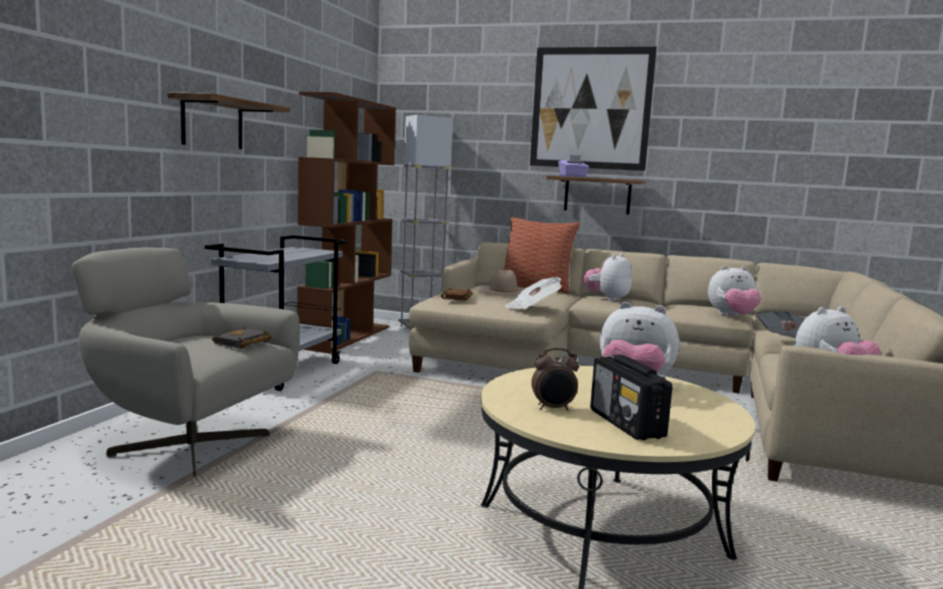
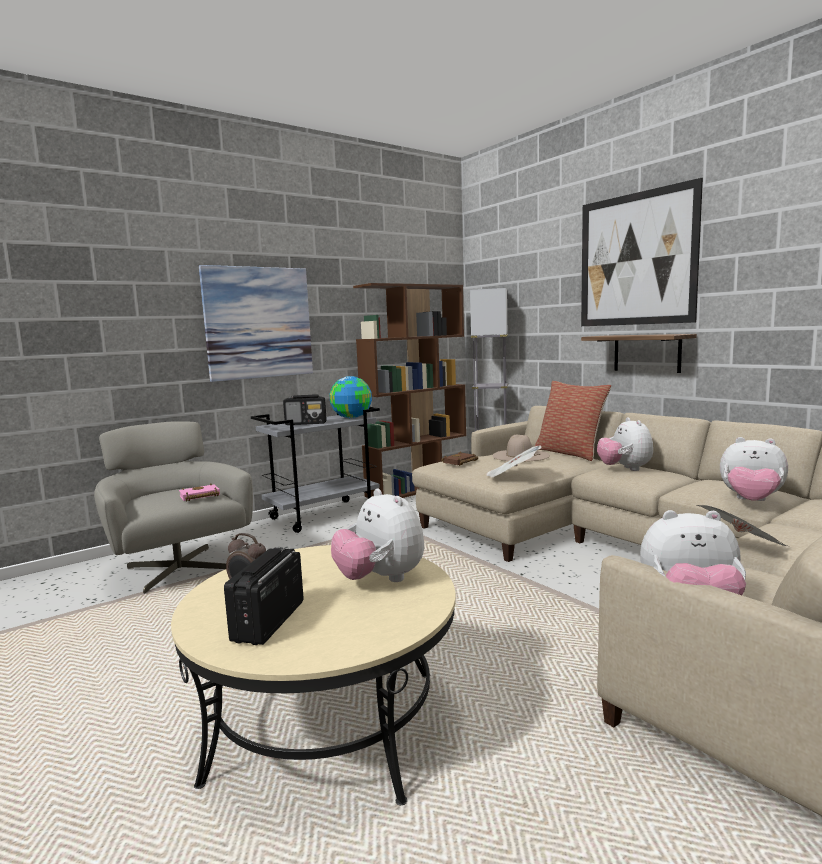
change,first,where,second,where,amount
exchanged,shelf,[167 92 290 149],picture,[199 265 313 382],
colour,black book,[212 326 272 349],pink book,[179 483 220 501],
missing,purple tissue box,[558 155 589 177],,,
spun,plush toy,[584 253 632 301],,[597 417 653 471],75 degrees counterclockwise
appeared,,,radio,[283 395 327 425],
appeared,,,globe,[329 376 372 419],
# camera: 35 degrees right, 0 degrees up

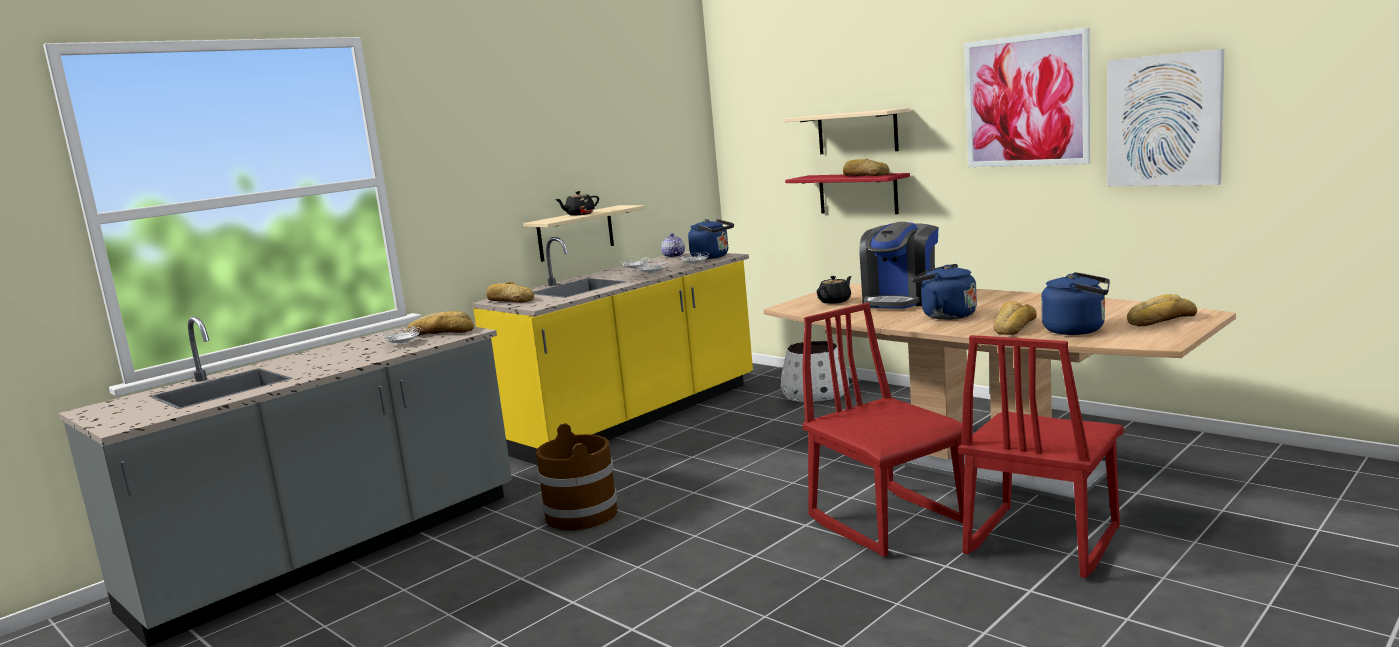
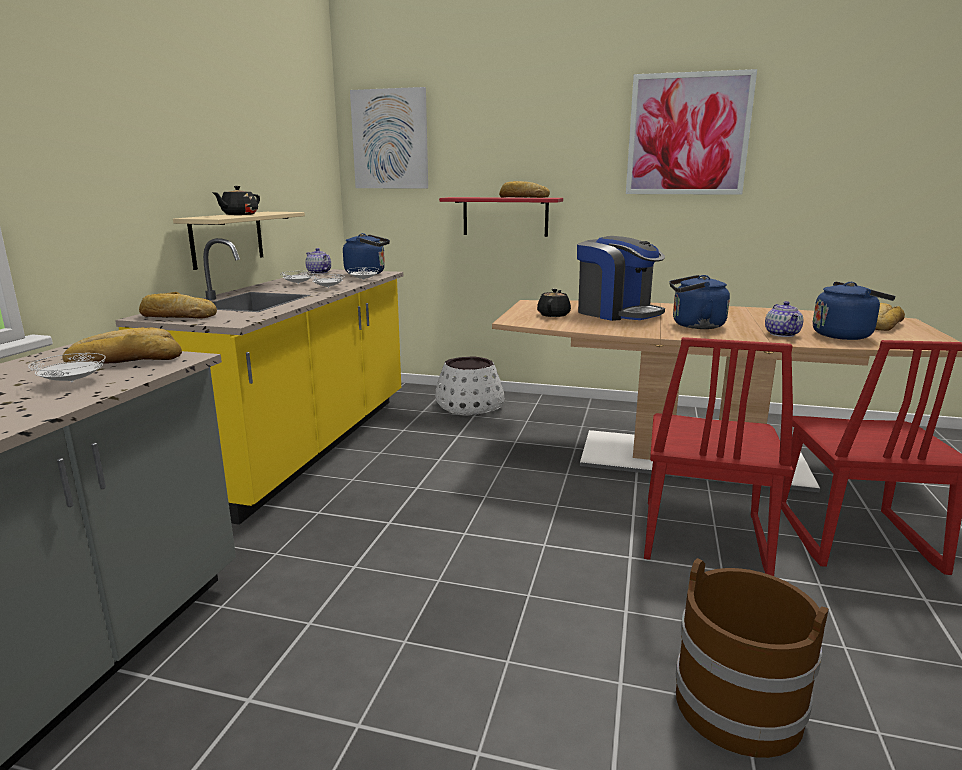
change,first,where,second,where,amount
relocated,brown bucket,[536 423 617 531],,[676 558 828 758],
missing,beige shelf,[783 108 910 154],,,
spun,red chair,[802 303 965 557],,[644 337 793 576],105 degrees counterclockwise
spun,coffee machine,[859 222 939 309],,[577 236 665 321],45 degrees counterclockwise
exchanged,bread,[993 301 1037 335],teapot,[765 301 803 337],
relocated,picture,[1107 49 1224 186],,[350 87 428 188],
# camera: 30 degrees left, 5 degrees up

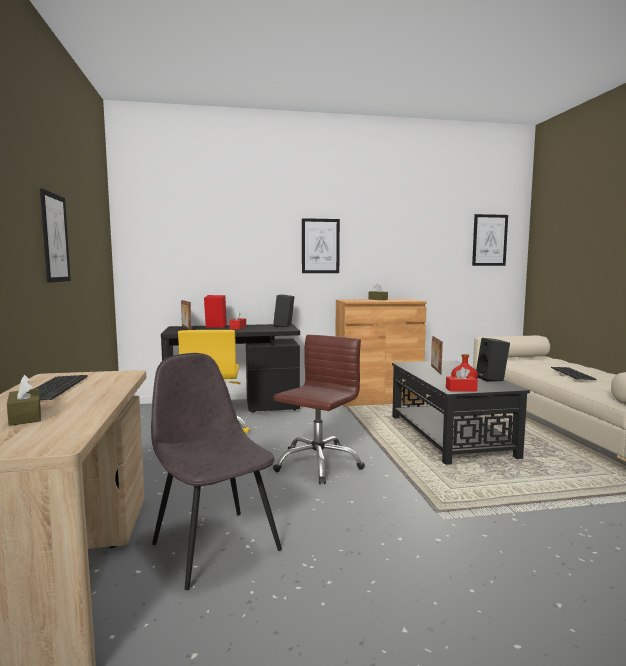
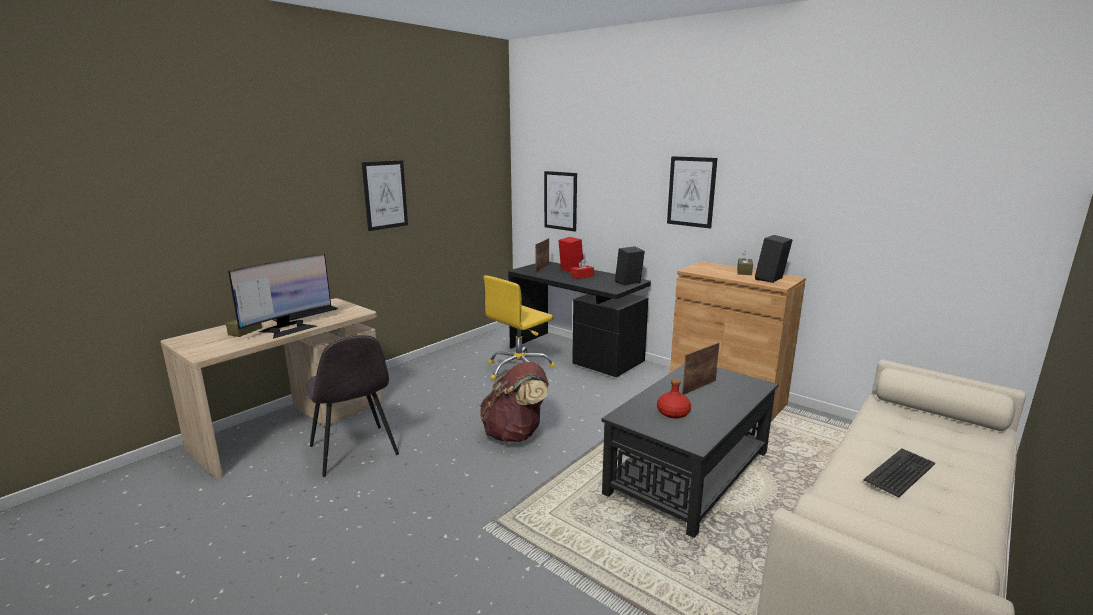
change,first,where,second,where,amount
spun,grey chair,[151 353 282 590],,[305 335 399 477],135 degrees clockwise
exchanged,brown office chair,[273 335 365 484],brown backpack,[480 361 549 442],
missing,red tissue box,[446 367 478 392],,,
relocated,picture,[472 214 508 266],,[544 171 577 232],
relocated,black speaker,[476 338 510 382],,[755 235 792 283],
appeared,,,monitor,[228 254 331 339],
# camera: 50 degrees right, 10 degrees up

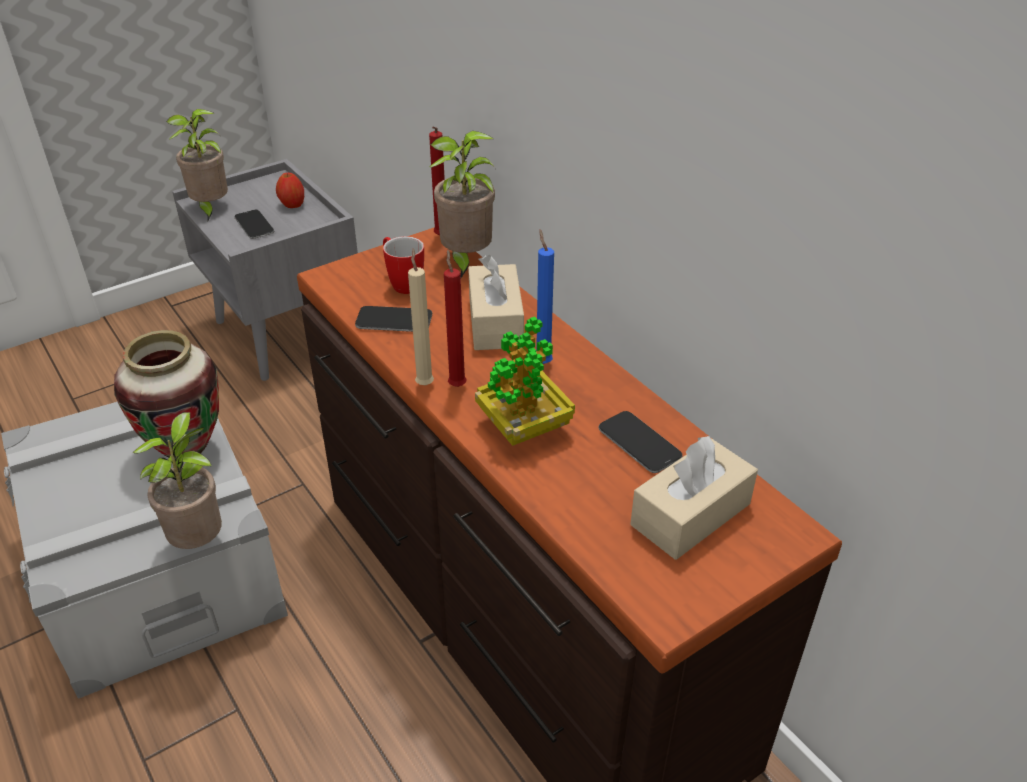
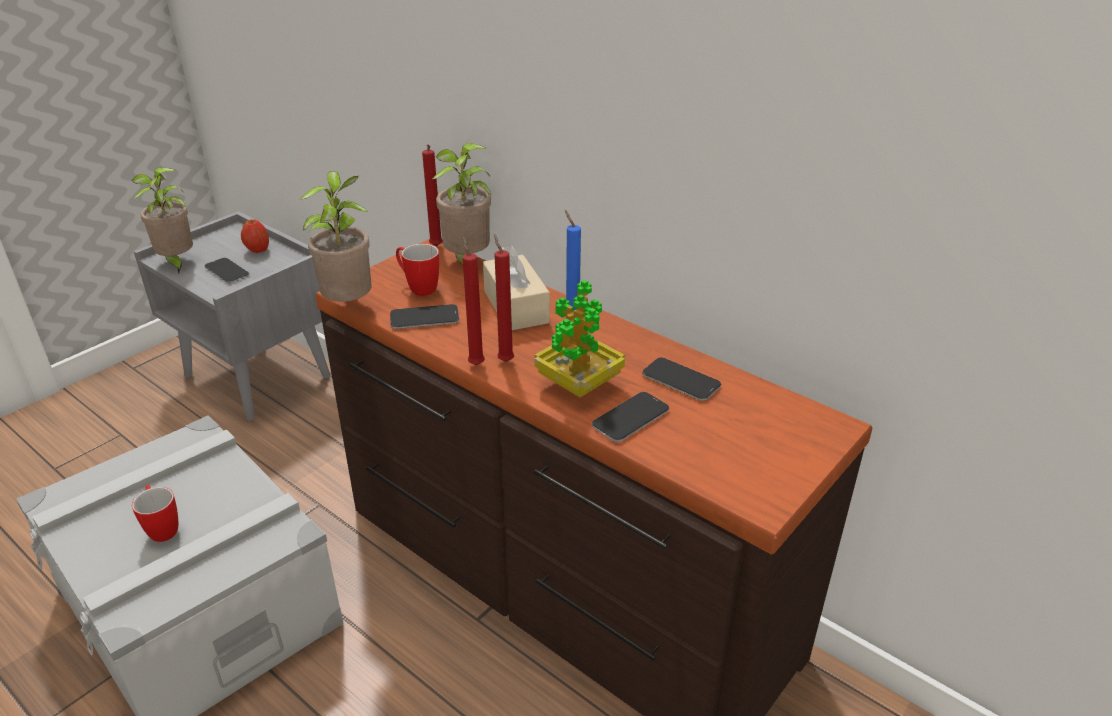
change,first,where,second,where,amount
missing,vase,[114 330 219 458],,,
relocated,potted plant,[133 412 222 549],,[299 171 372 302],
colour,beige candle,[408 248 434 385],red candle,[463 237 485 365],
missing,beige tissue box,[630 436 758 560],,,
appeared,,,mug,[132 485 178 542],
appeared,,,phone,[592 392 669 442],
# camera: 15 degrees left, 5 degrees down

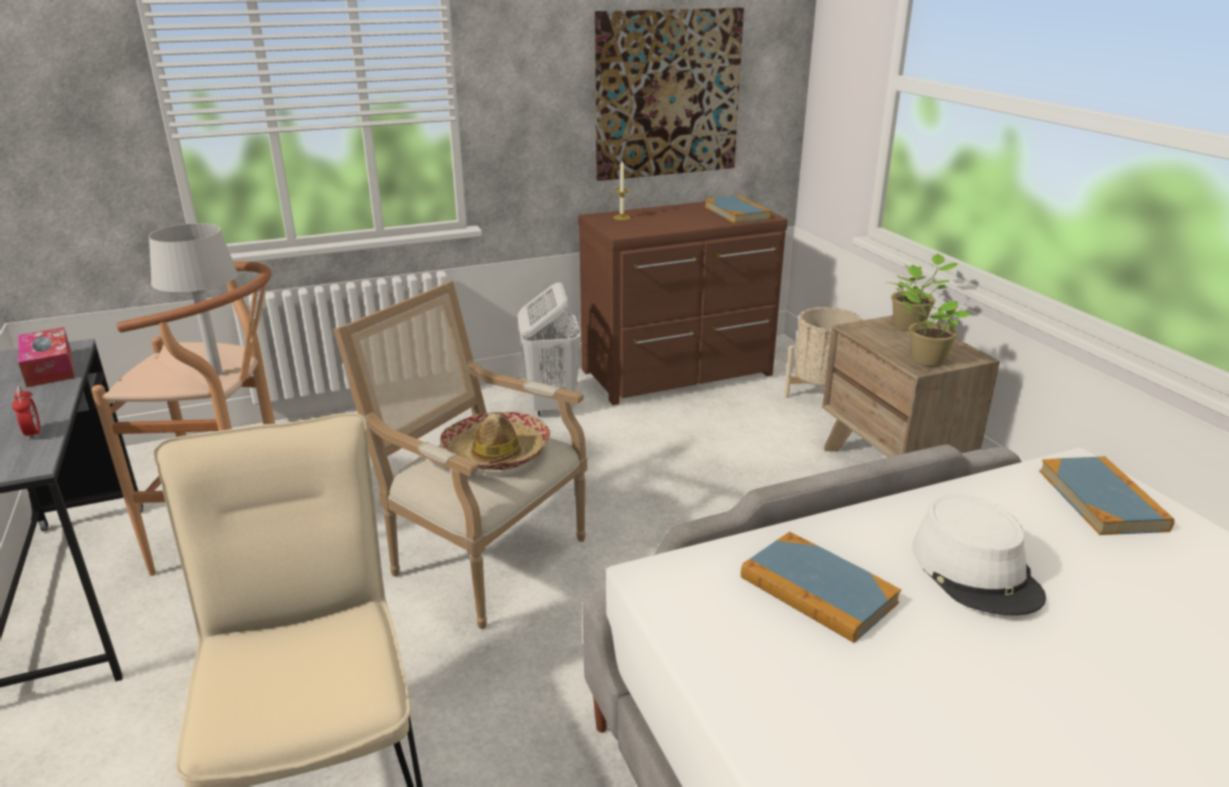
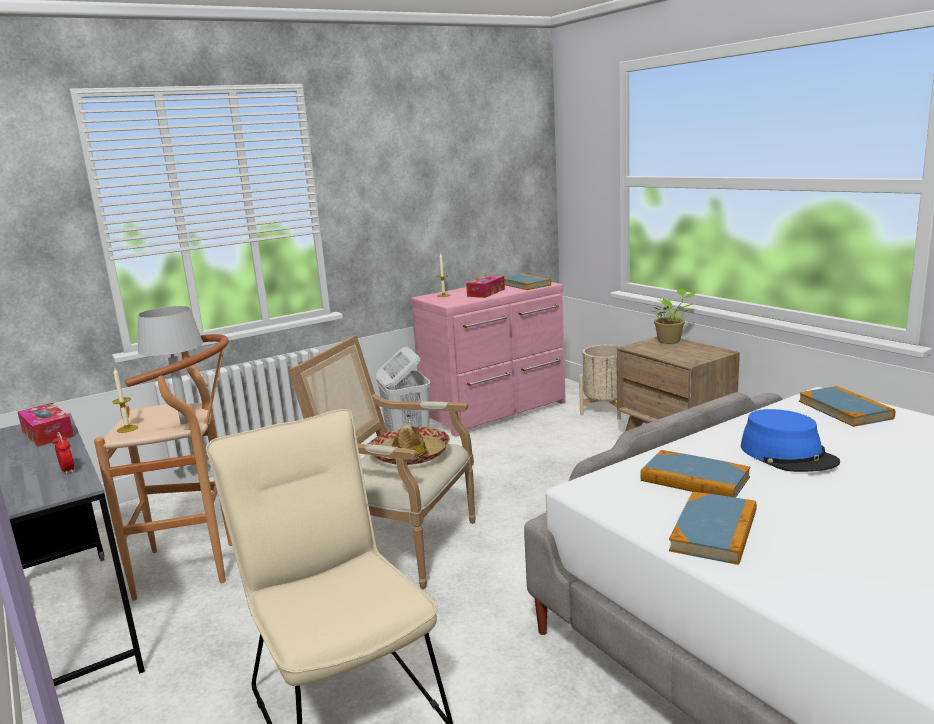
change,first,where,second,where,amount
colour,brown dresser,[578 201 787 405],pink dresser,[410 282 566 437],
missing,picture,[595 7 744 181],,,
missing,potted plant,[899 281 971 366],,,
colour,white hat,[912 494 1046 616],blue hat,[741 409 840 472],
appeared,,,candle,[112 367 138 433],
appeared,,,tissue box,[466 275 505 298],
appeared,,,book,[669 492 757 565],
# camera: 10 degrees left, 10 degrees down

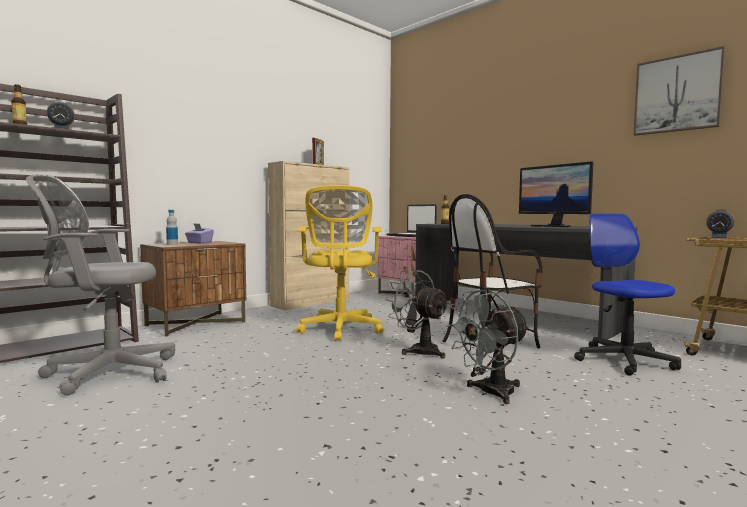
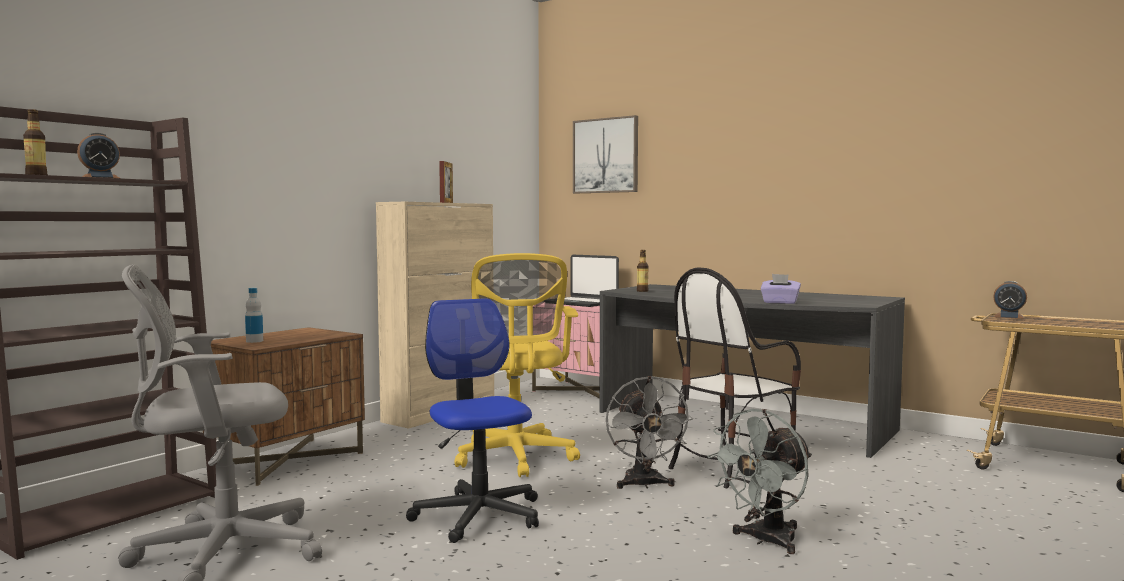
change,first,where,second,where,amount
relocated,purple tissue box,[185 223 214 244],,[761 274 801 304],
spun,grey fan,[385 270 450 359],,[606 376 693 489],135 degrees counterclockwise
missing,monitor,[519 161 593 227],,,
relocated,office chair,[574 213 681 376],,[406 298 539 543],
relocated,picture,[634 46 725 136],,[573 115 638 193],
# camera: 10 degrees left, 0 degrees up

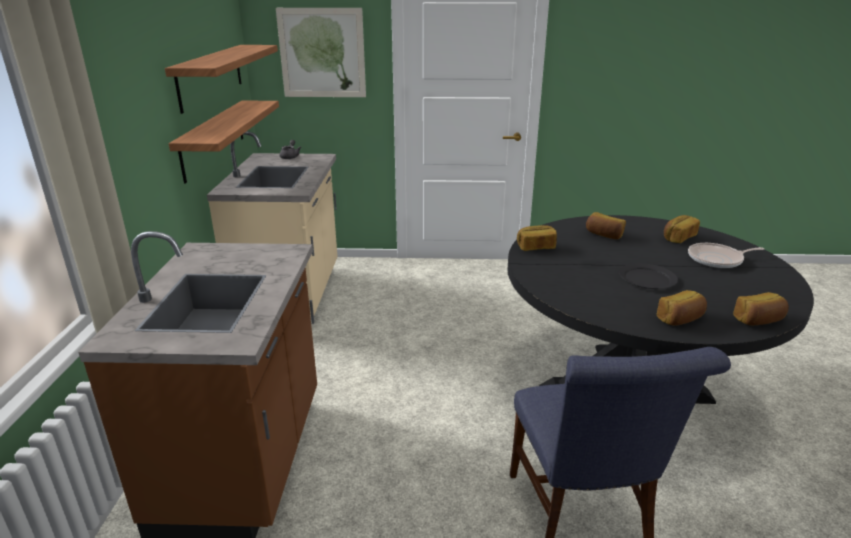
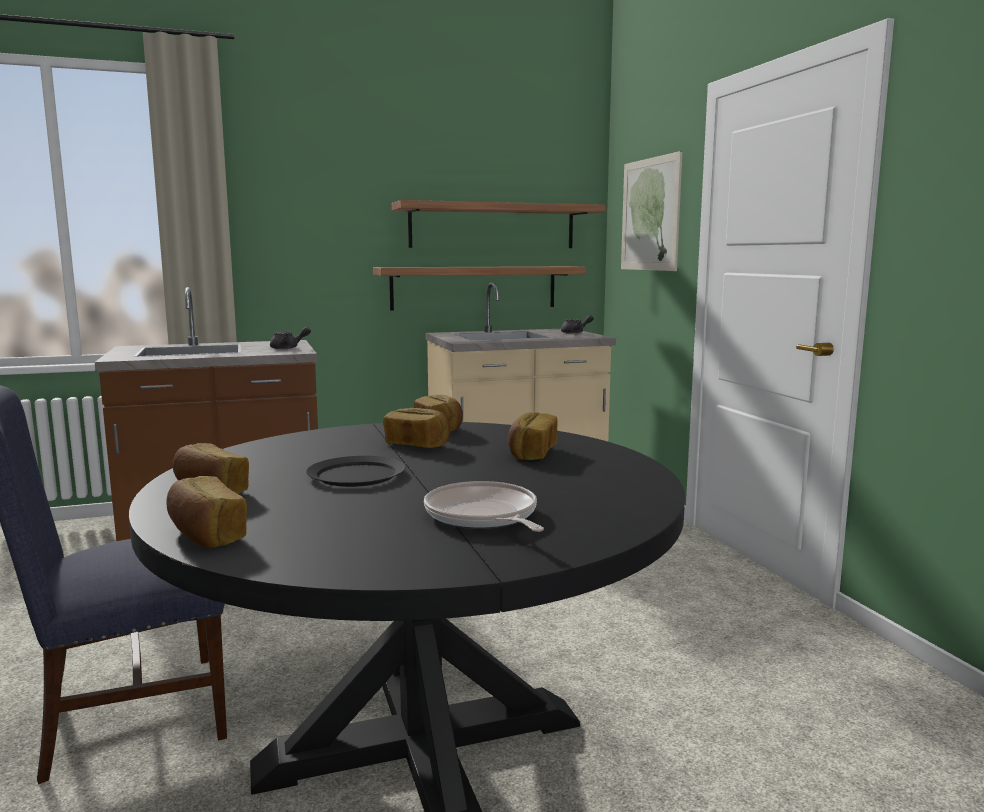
change,first,where,second,where,amount
relocated,bread,[664 215 700 243],,[383 408 451 448],
appeared,,,grey teapot,[270 327 311 349],
# camera: 70 degrees right, 15 degrees down

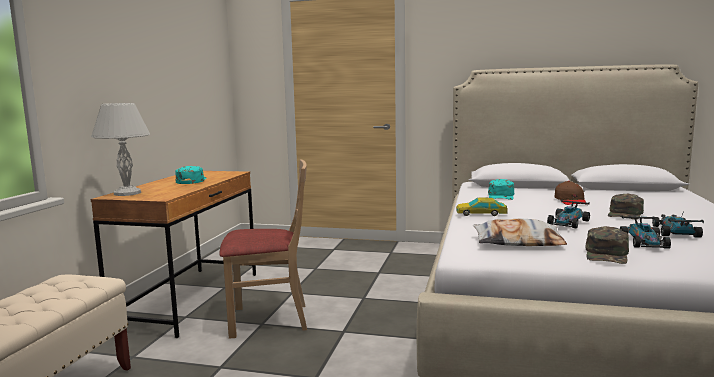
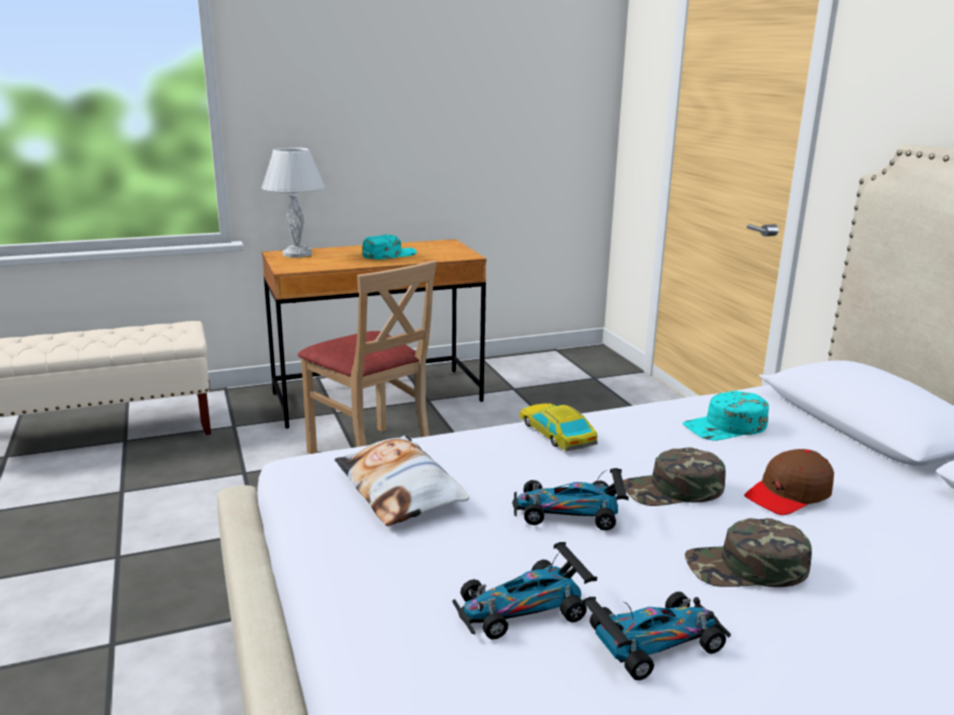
change,first,where,second,where,amount
relocated,green cap,[586 226 629 264],,[623 447 726 506],
# camera: 55 degrees right, 10 degrees up

